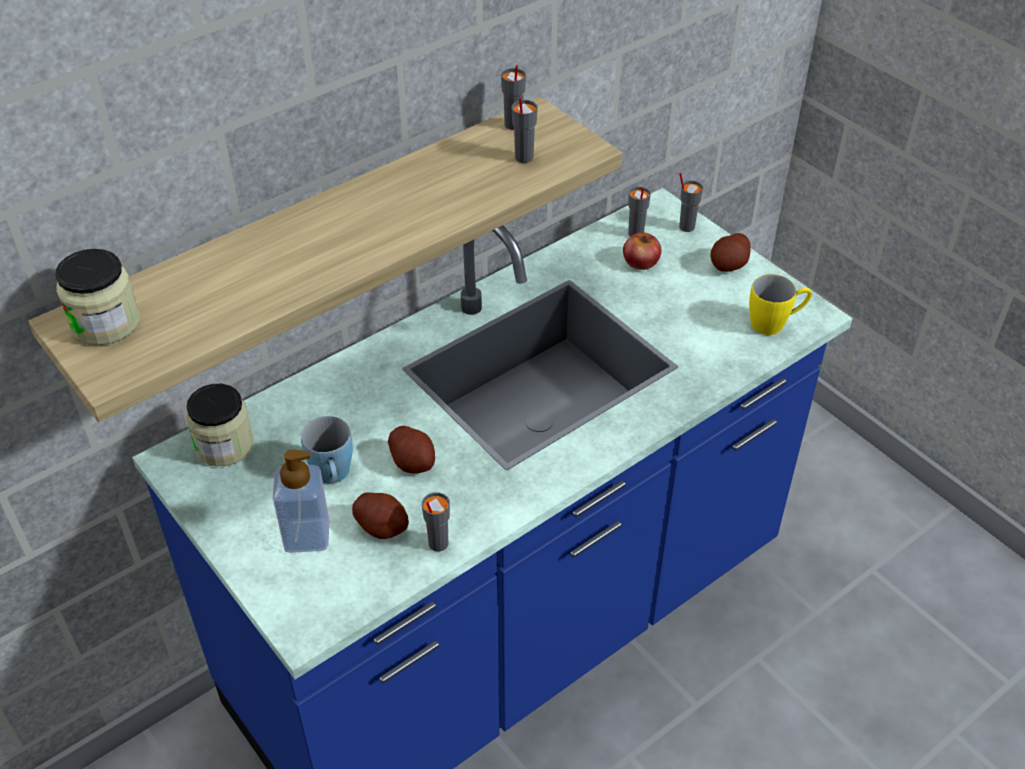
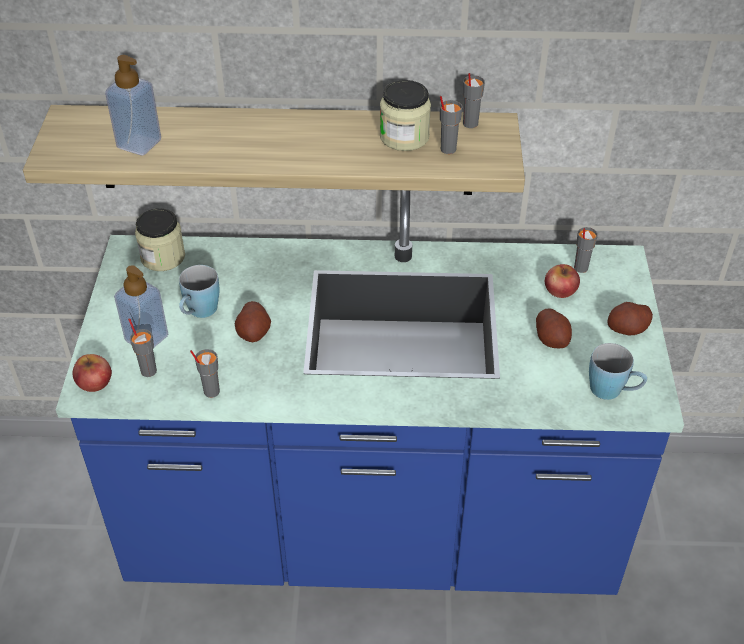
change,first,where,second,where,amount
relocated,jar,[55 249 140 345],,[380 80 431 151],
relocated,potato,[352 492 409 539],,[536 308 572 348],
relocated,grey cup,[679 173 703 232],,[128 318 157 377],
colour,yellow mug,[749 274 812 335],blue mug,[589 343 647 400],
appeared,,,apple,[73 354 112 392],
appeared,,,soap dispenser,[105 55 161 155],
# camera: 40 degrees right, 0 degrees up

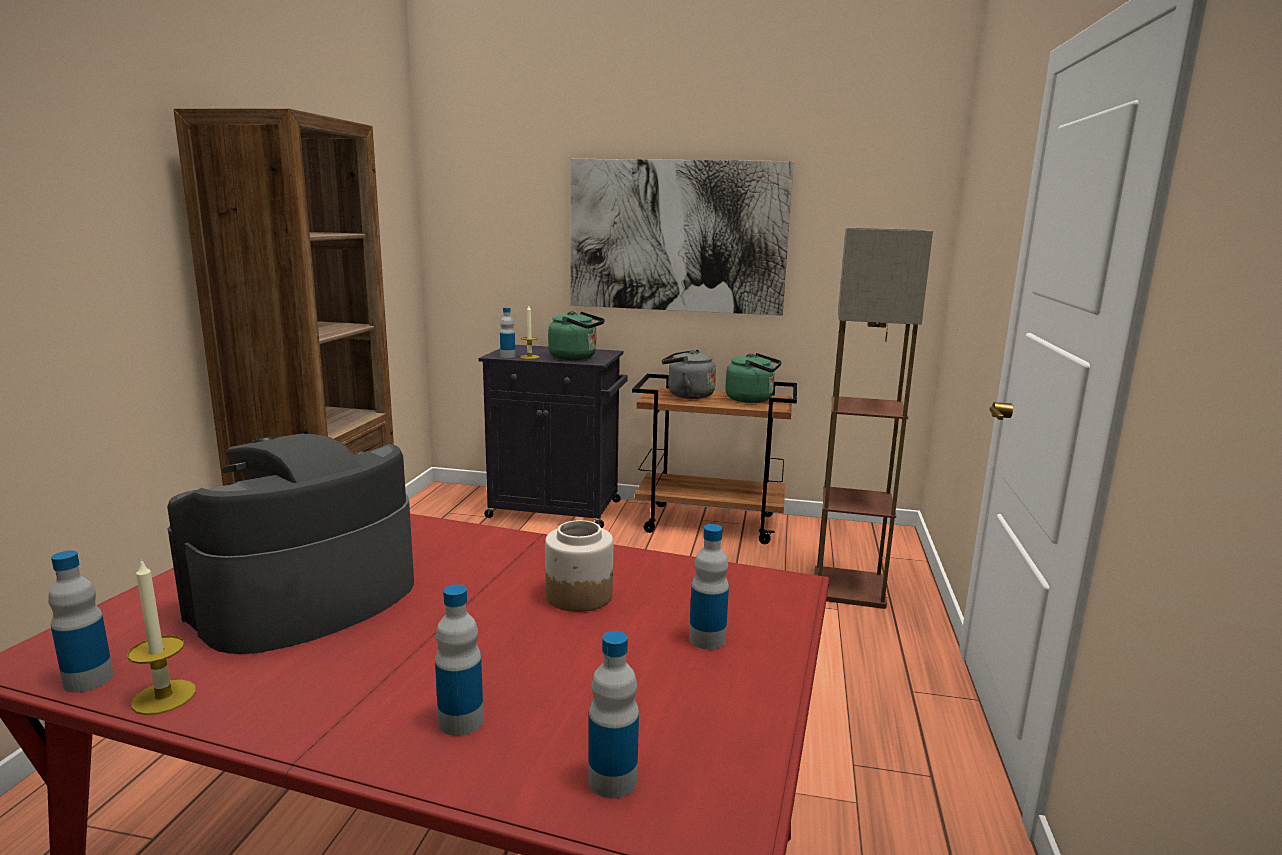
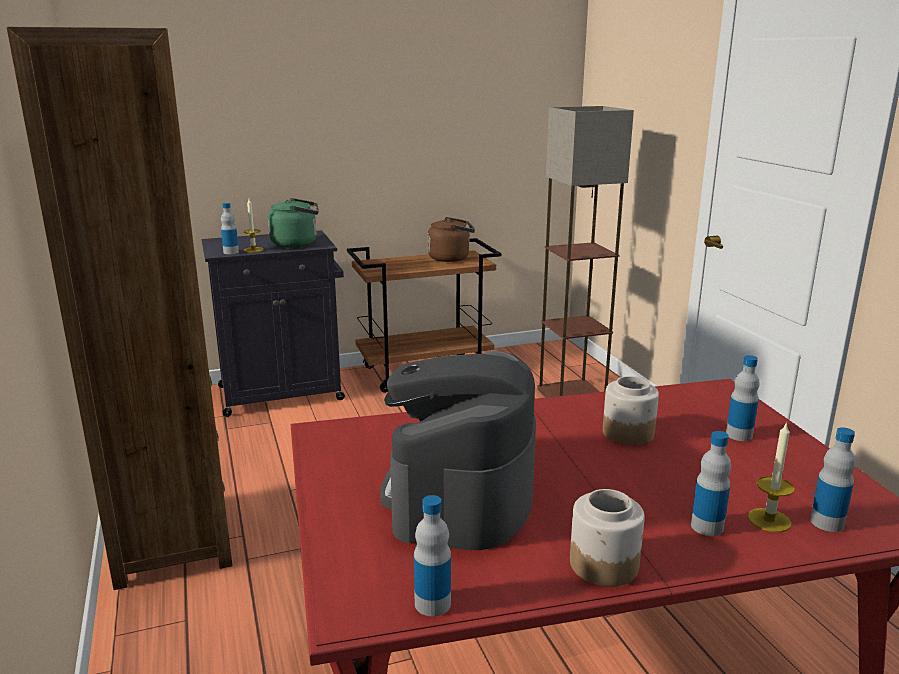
change,first,where,second,where,amount
relocated,candle,[127 559 196 715],,[748 422 795 532],
missing,picture,[570 159 794 315],,,
missing,grey kettle,[662 350 716 399],,,
colour,green kettle,[725 353 782 403],brown kettle,[428 217 475 262],
appeared,,,jar,[570 489 645 587],
# camera: 30 degrees left, 5 degrees up

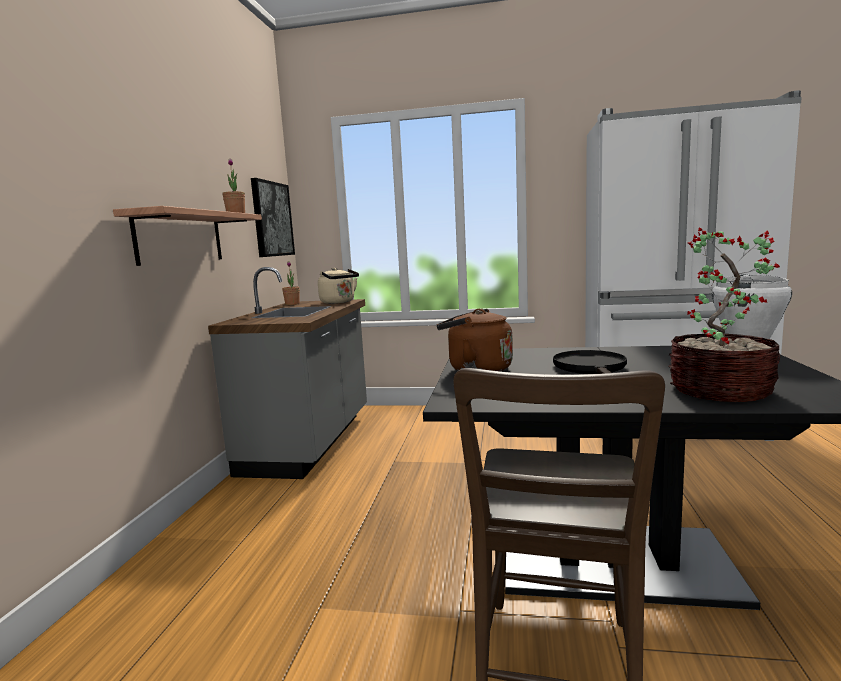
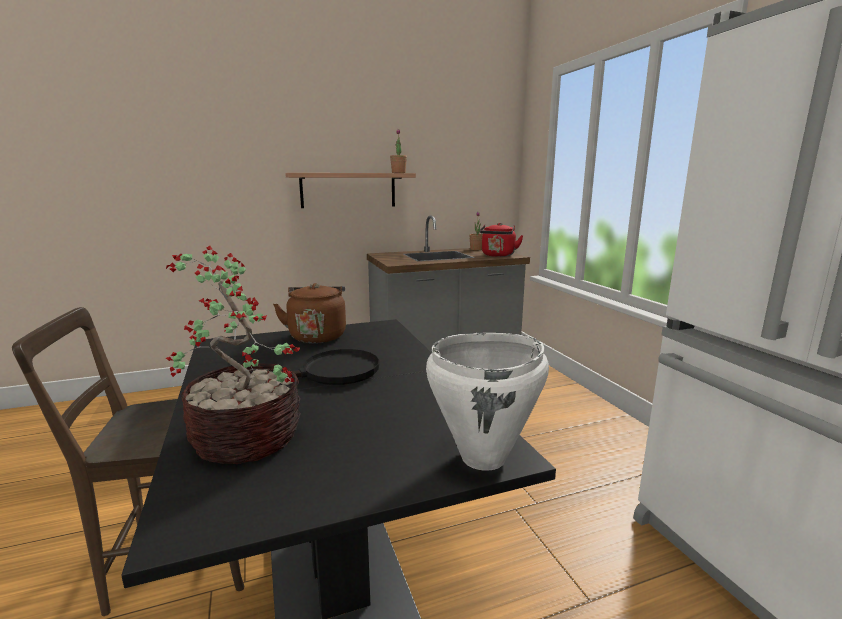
change,first,where,second,where,amount
missing,picture,[251 178 295 257],,,
colour,beige kettle,[318 268 359 304],red kettle,[480 223 524 257],
# camera: 60 degrees right, 5 degrees up

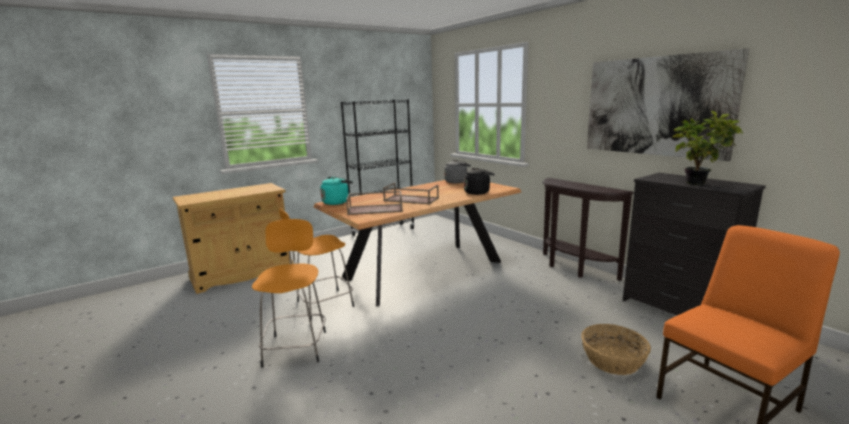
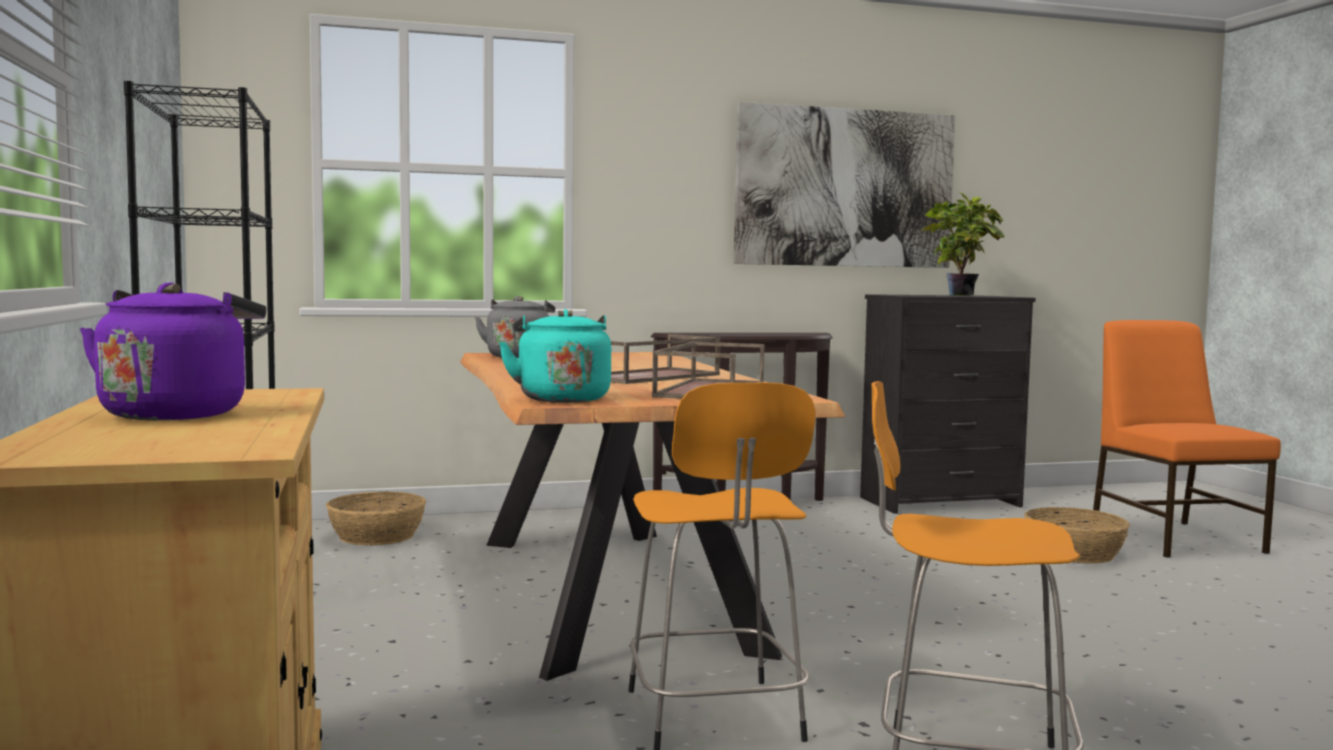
change,first,where,second,where,amount
missing,black kettle,[464 168 495 195],,,
appeared,,,purple kettle,[80 282 266 420],
appeared,,,basket,[326 491 426 546],
# camera: 70 degrees left, 10 degrees down

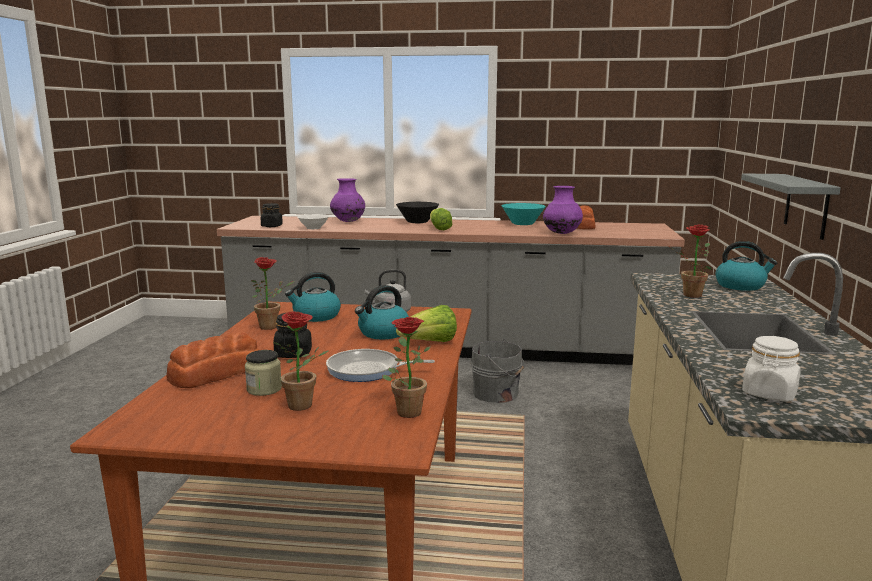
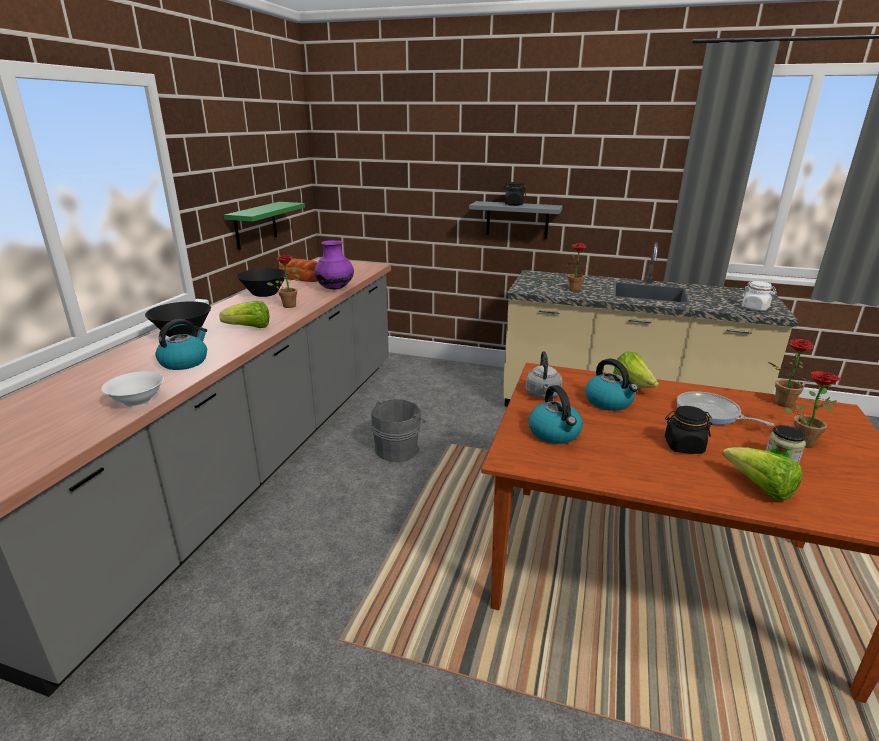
change,first,where,second,where,amount
exchanged,bread,[166 332 259 388],lettuce,[722 447 802 502],
relocated,potted plant,[251 257 295 330],,[266 255 300 308],
relocated,black jar,[261 203 283 227],,[503 182 526 206],
spun,frying pan,[326 349 435 382],,[677 391 774 426],120 degrees clockwise
missing,purple vase,[330 178 365 222],,,
colour,turquoise bowl,[502 203 546 225],black bowl,[237 268 287 297],
relocated,kettle,[716 241 777 291],,[155 319 207 370],
appeared,,,green shelf,[224 202 305 250],
# camera: 80 degrees left, 10 degrees up

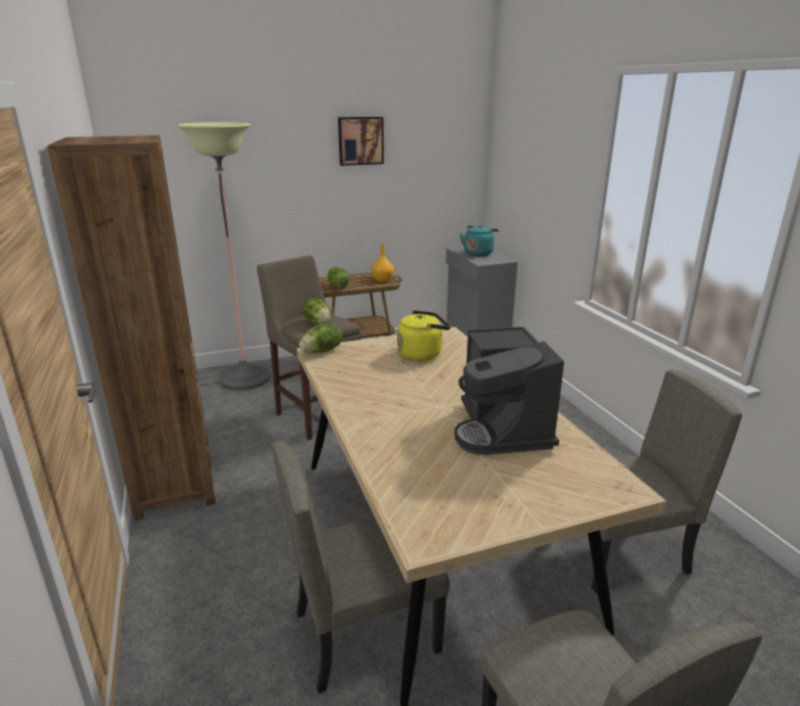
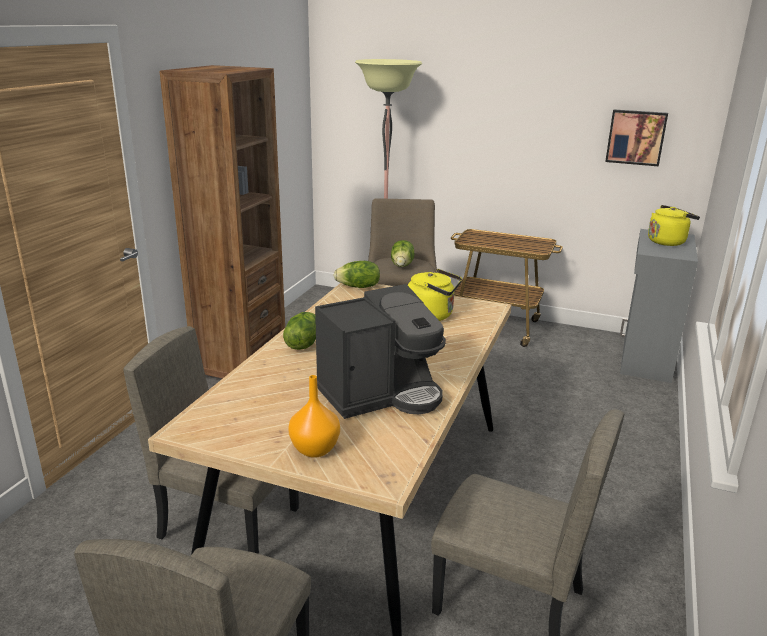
change,first,where,second,where,amount
relocated,lettuce,[328 267 349 288],,[283 312 316 350],
relocated,picture,[338 117 384 166],,[605 109 668 166],
relocated,orange vase,[372 244 394 282],,[289 375 340 458],
spun,coffee machine,[454 327 564 455],,[315 284 446 419],150 degrees counterclockwise
colour,turquoise kettle,[460 225 498 256],yellow kettle,[648 205 700 246],
# camera: 40 degrees right, 0 degrees up

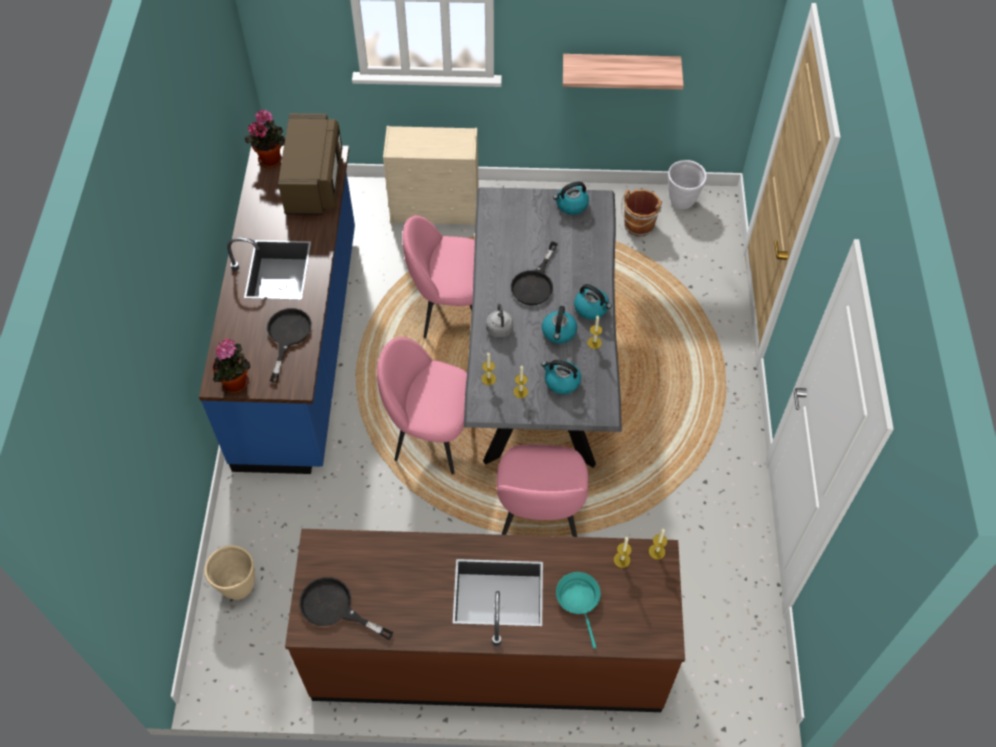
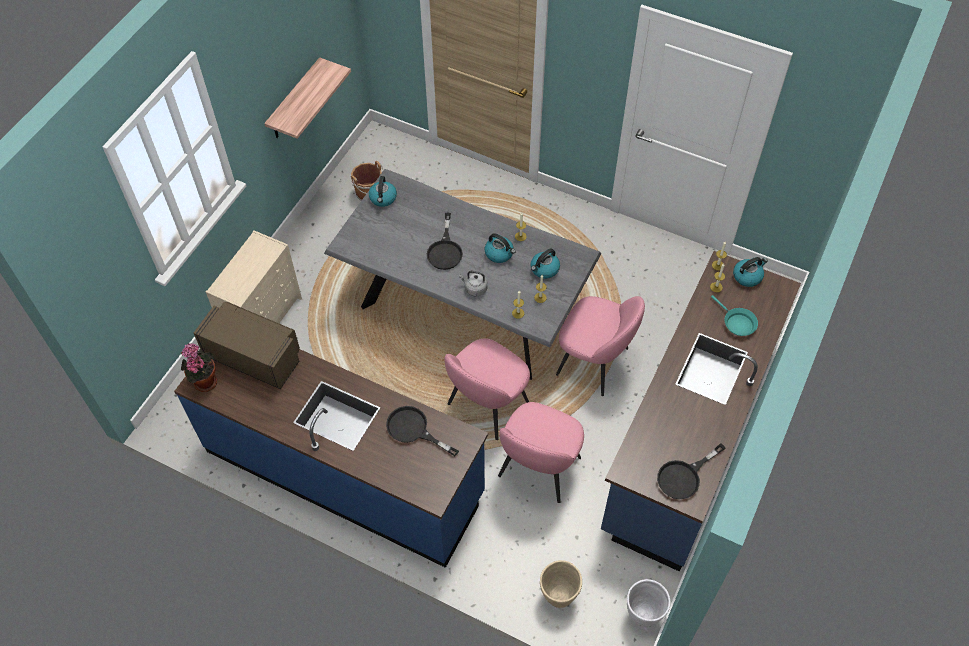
change,first,where,second,where,amount
missing,potted plant,[212 339 250 393],,,
colour,brown counter,[285 529 685 712],blue counter,[601 251 801 572],
relocated,pink chair,[402 215 475 338],,[498 402 584 503],
spun,black frying pan,[511 241 558 305],,[427 213 463 270],45 degrees clockwise
spun,turquoise frying pan,[556 572 601 649],,[711 295 758 336],135 degrees counterclockwise
relocated,kettle,[574 284 612 319],,[733 257 768 287],
relocated,white planter,[668 160 707 209],,[627 579 671 627],
# camera: 65 degrees left, 0 degrees up

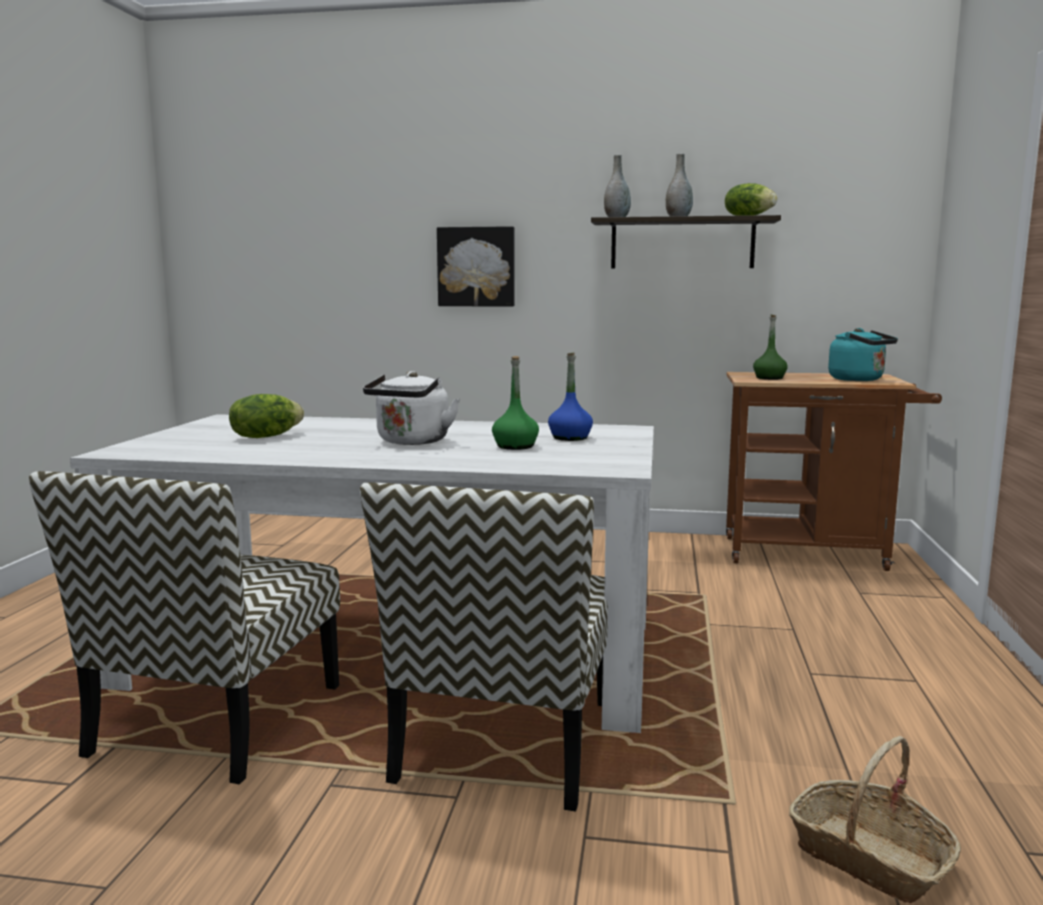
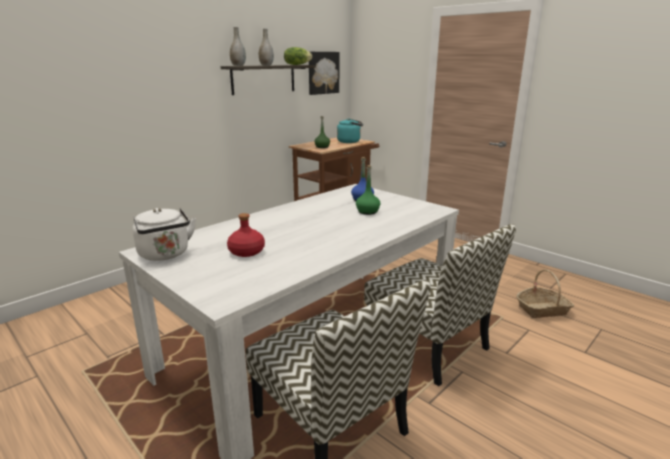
change,first,where,second,where,amount
exchanged,lettuce,[229 394 304 438],red bottle,[227 213 265 257],
relocated,white kettle,[363 371 460 445],,[132 208 196 261],
relocated,picture,[437 226 515 307],,[309 52 339 95],
# camera: 55 degrees left, 10 degrees up

